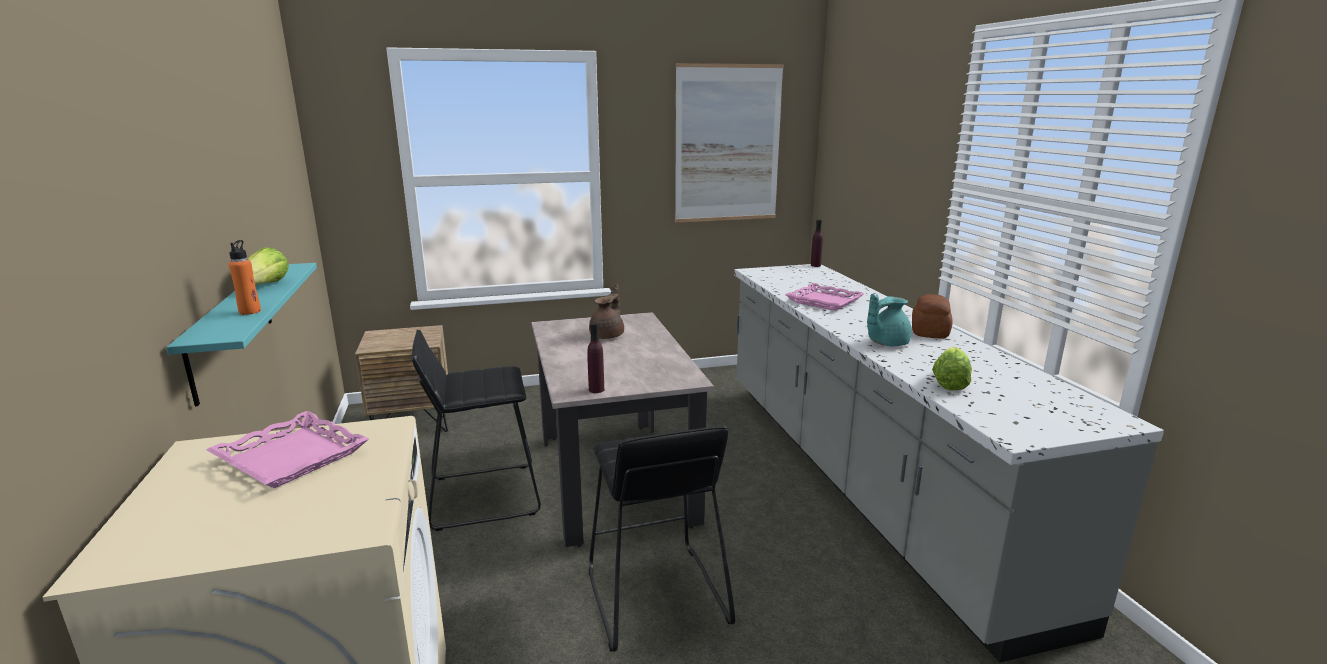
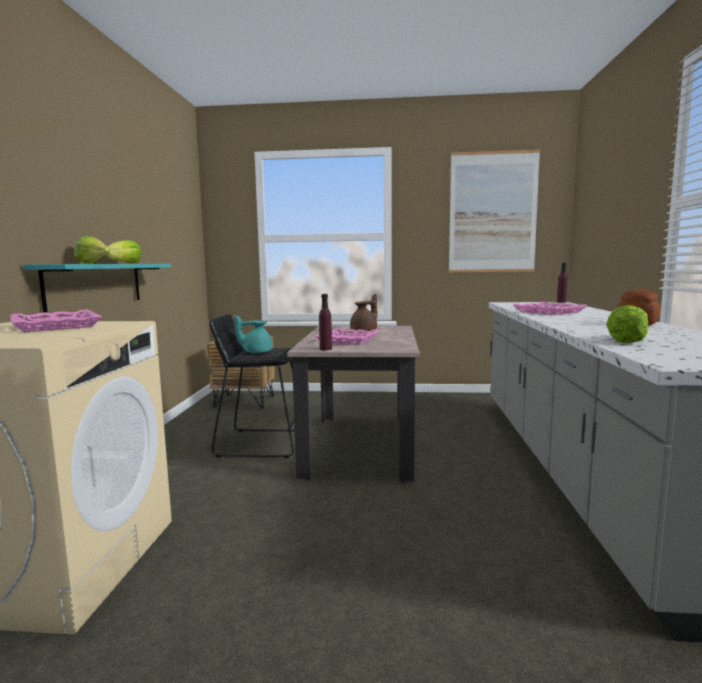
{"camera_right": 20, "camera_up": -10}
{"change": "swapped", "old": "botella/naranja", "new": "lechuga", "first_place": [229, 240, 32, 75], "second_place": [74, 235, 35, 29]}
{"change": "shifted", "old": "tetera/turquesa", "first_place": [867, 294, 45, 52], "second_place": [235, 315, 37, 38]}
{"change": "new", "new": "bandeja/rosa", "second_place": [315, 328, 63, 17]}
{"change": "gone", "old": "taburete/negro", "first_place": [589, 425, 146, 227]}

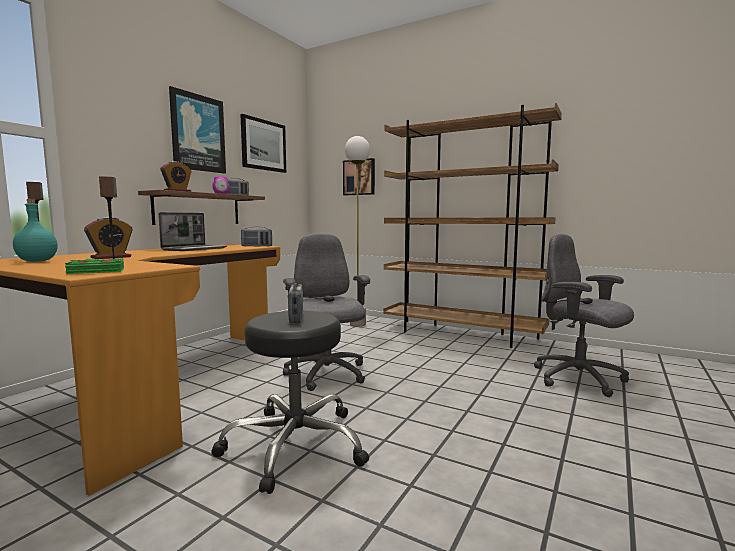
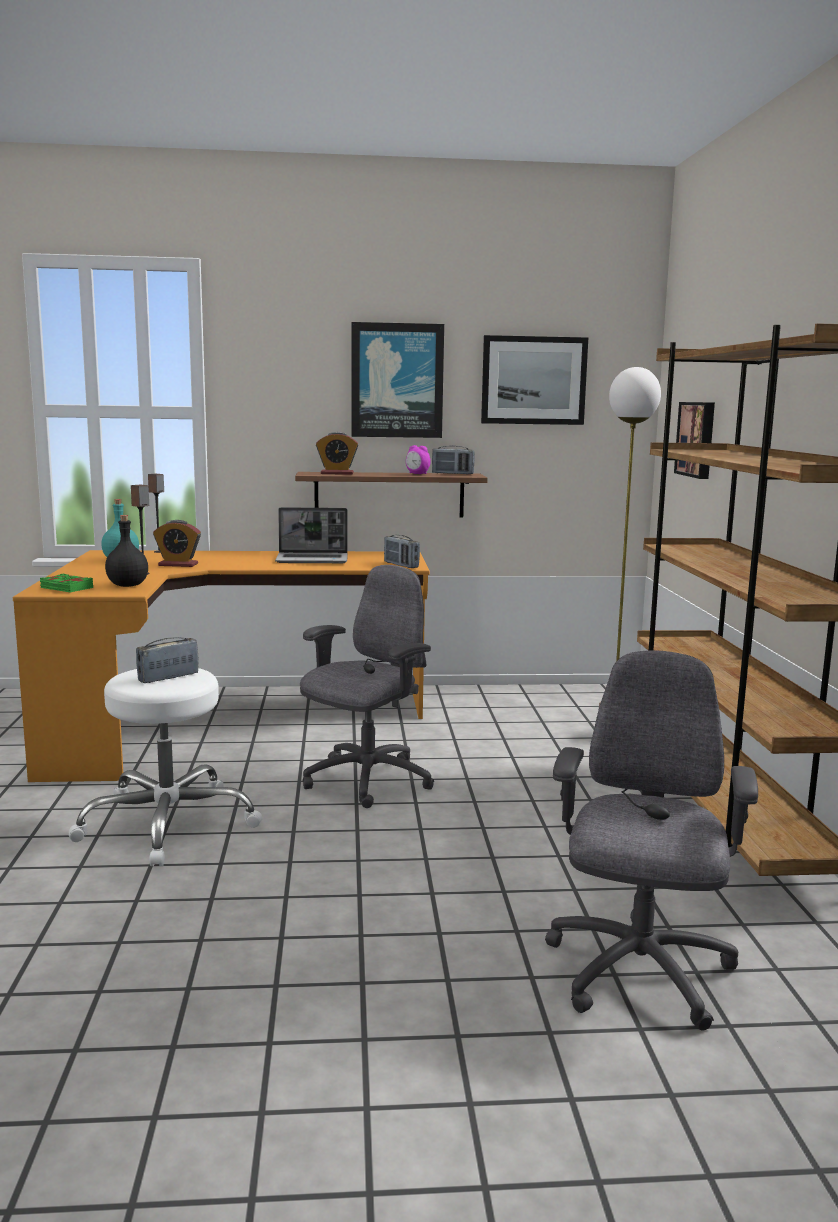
{"camera_right": 55, "camera_up": 5}
{"change": "repainted", "old": "taburete/negro", "new": "taburete/blanco", "first_place": [211, 311, 158, 183], "second_place": [69, 668, 194, 198]}
{"change": "new", "new": "botella/negro", "second_place": [105, 515, 43, 72]}

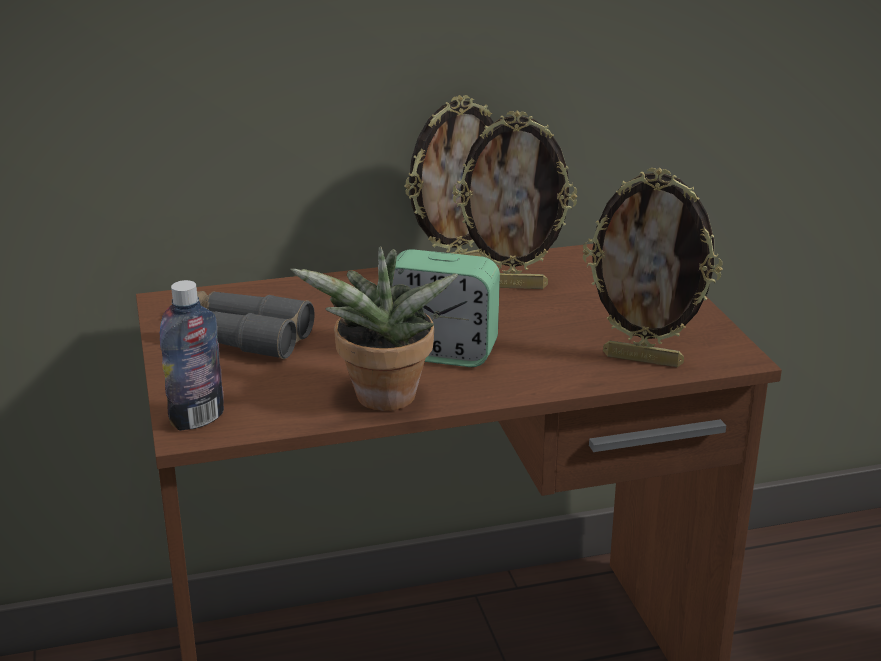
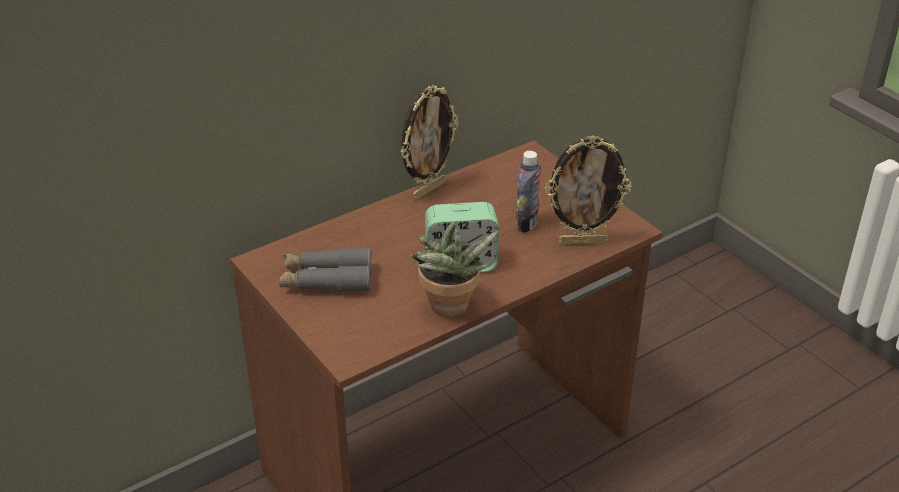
{"camera_right": -20, "camera_up": 10}
{"change": "shifted", "old": "botella", "first_place": [160, 280, 64, 151], "second_place": [516, 151, 25, 82]}
{"change": "gone", "old": "portarretratos", "first_place": [452, 110, 125, 179]}

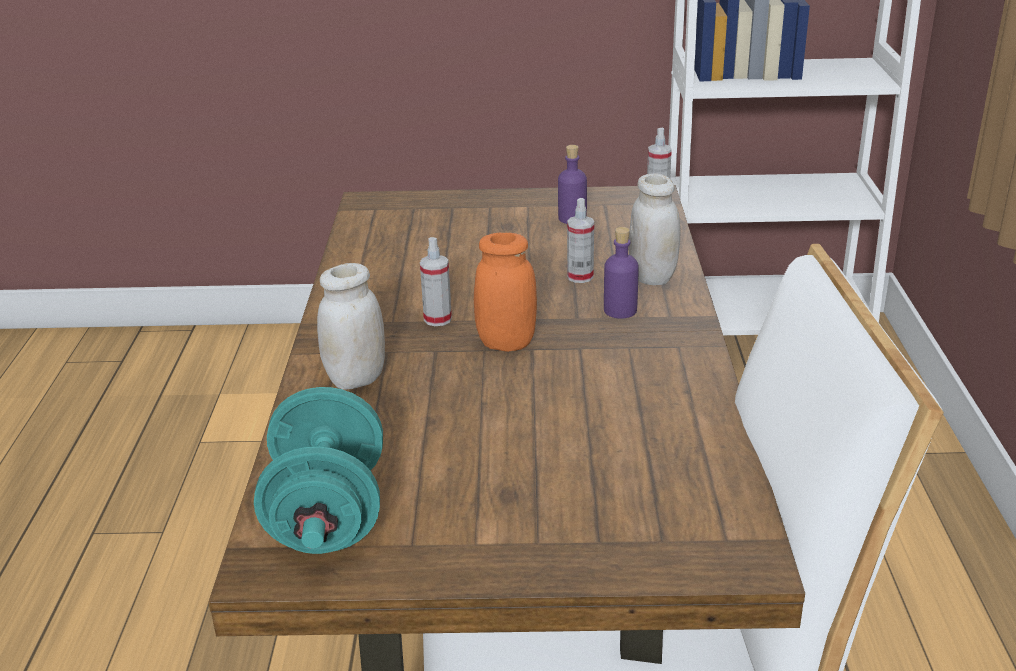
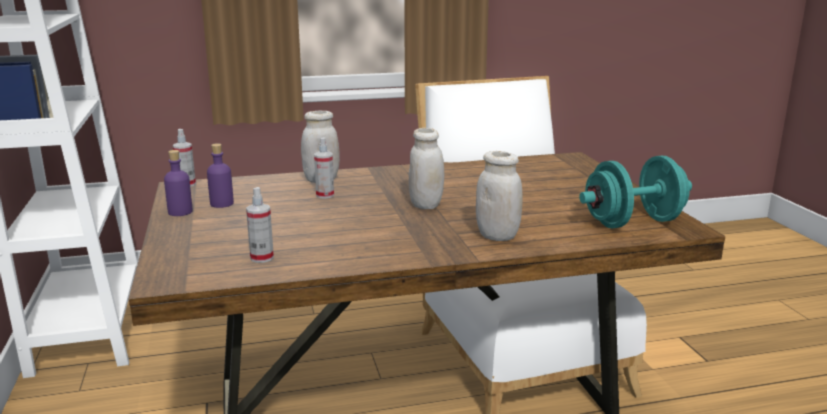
{"camera_right": -105, "camera_up": -10}
{"change": "shifted", "old": "botella/morado", "first_place": [604, 227, 35, 92], "second_place": [164, 150, 29, 66]}
{"change": "shifted", "old": "pulverizador", "first_place": [420, 237, 32, 89], "second_place": [246, 187, 28, 76]}
{"change": "repainted", "old": "tarro/naranja", "new": "tarro/blanco", "first_place": [474, 233, 63, 119], "second_place": [409, 128, 35, 81]}

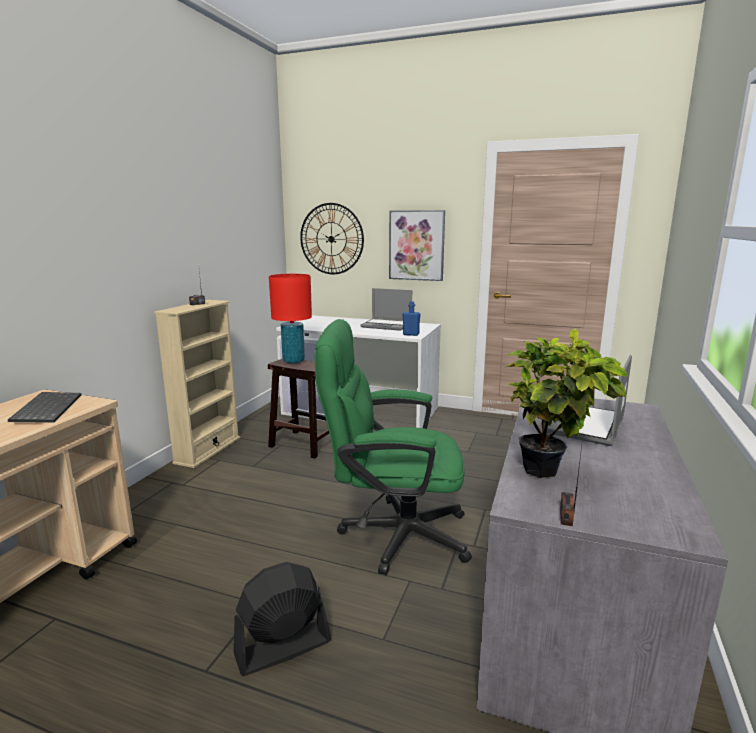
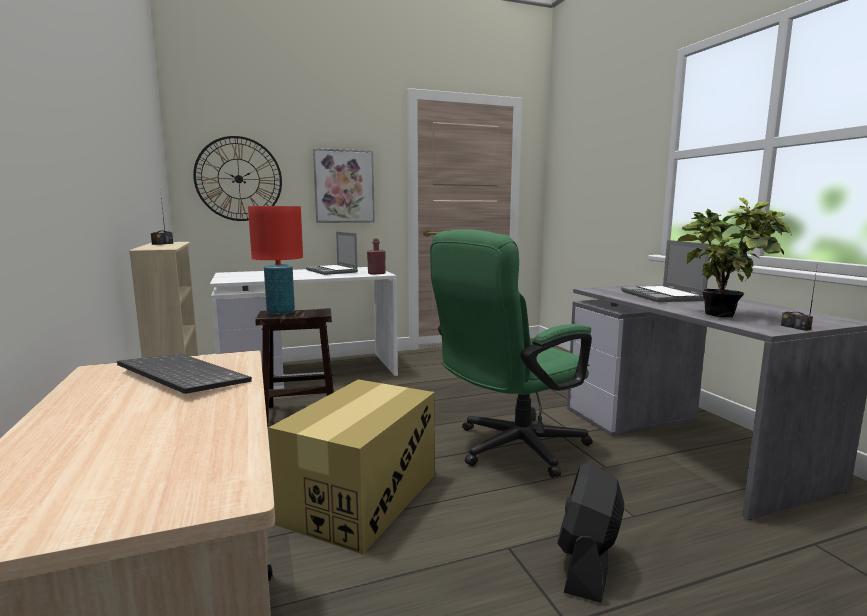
{"camera_right": -40, "camera_up": -5}
{"change": "new", "new": "caja de cartón", "second_place": [268, 379, 167, 176]}
{"change": "rotated", "old": "portátil", "first_place": [360, 288, 52, 43], "second_place": [306, 232, 52, 43], "degrees": 75}
{"change": "repainted", "old": "botella/azul", "new": "botella/rojo", "first_place": [403, 301, 18, 35], "second_place": [367, 238, 19, 37]}

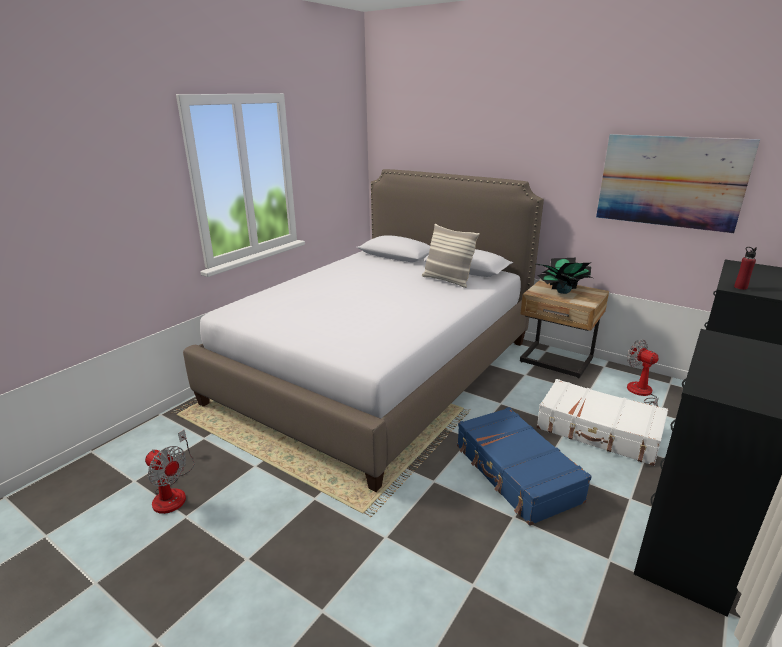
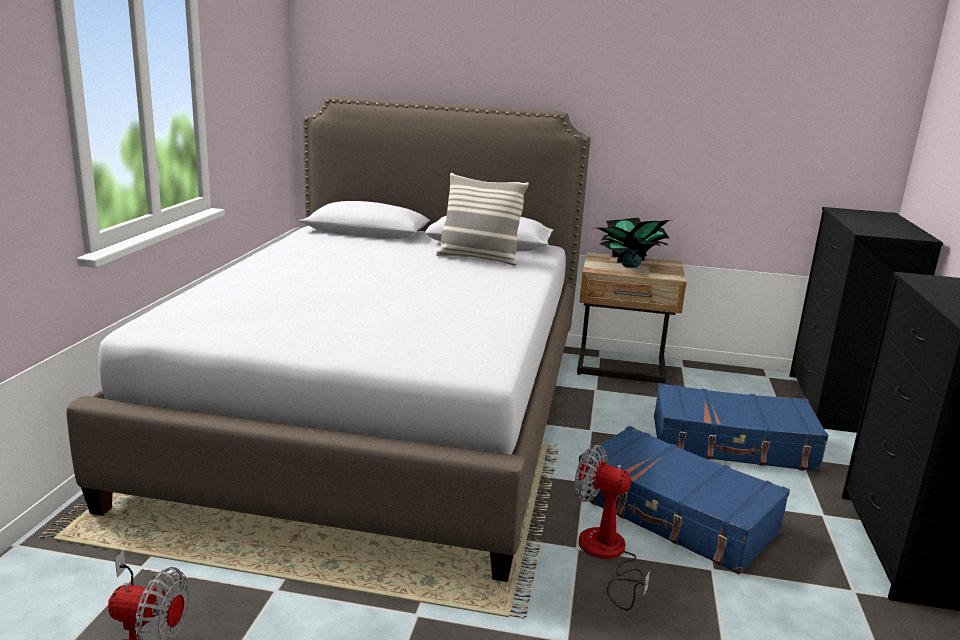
{"camera_right": -25, "camera_up": -5}
{"change": "shifted", "old": "ventilador", "first_place": [627, 339, 32, 67], "second_place": [575, 444, 76, 167]}
{"change": "repainted", "old": "maleta/blanco", "new": "maleta/azul", "first_place": [536, 379, 132, 87], "second_place": [654, 383, 174, 89]}
{"change": "gone", "old": "cuadro", "first_place": [596, 134, 164, 99]}
{"change": "gone", "old": "botella/rojo", "first_place": [734, 247, 23, 43]}

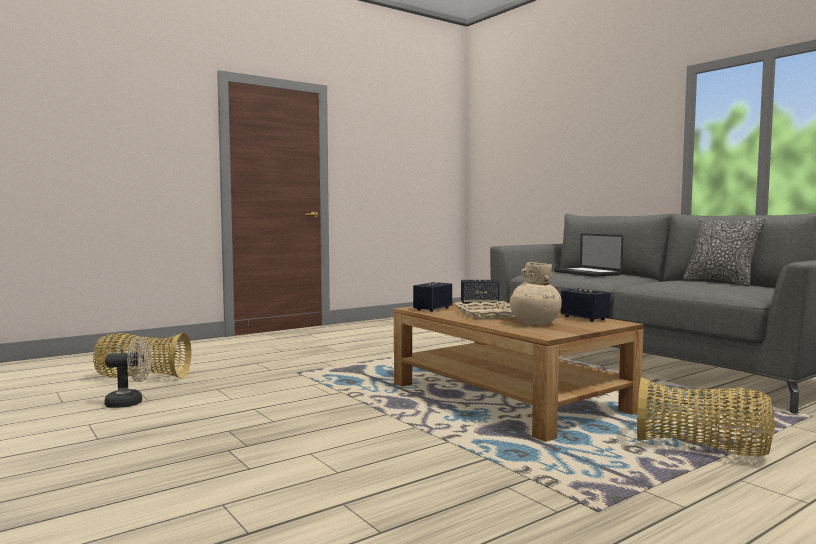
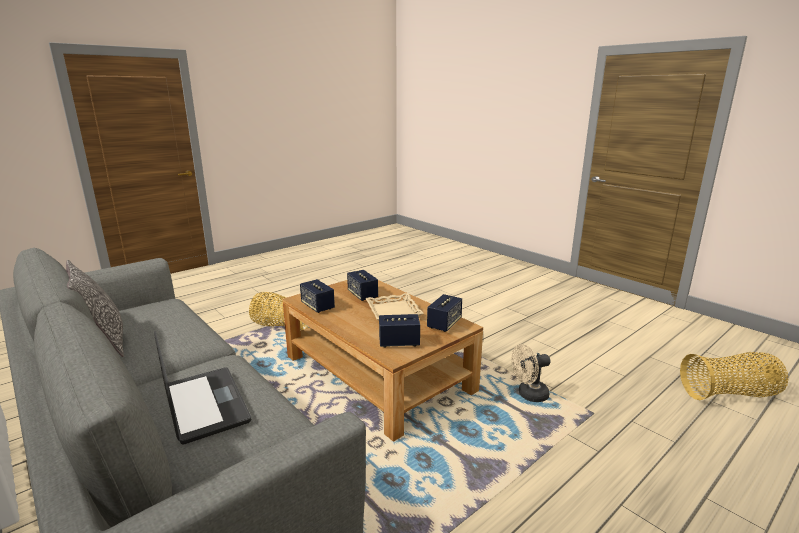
{"camera_right": 175, "camera_up": 15}
{"change": "swapped", "old": "florero/beis", "new": "altavoz", "first_place": [510, 262, 52, 63], "second_place": [347, 270, 31, 31]}
{"change": "shifted", "old": "ventilador/beis", "first_place": [105, 337, 47, 71], "second_place": [511, 344, 39, 58]}

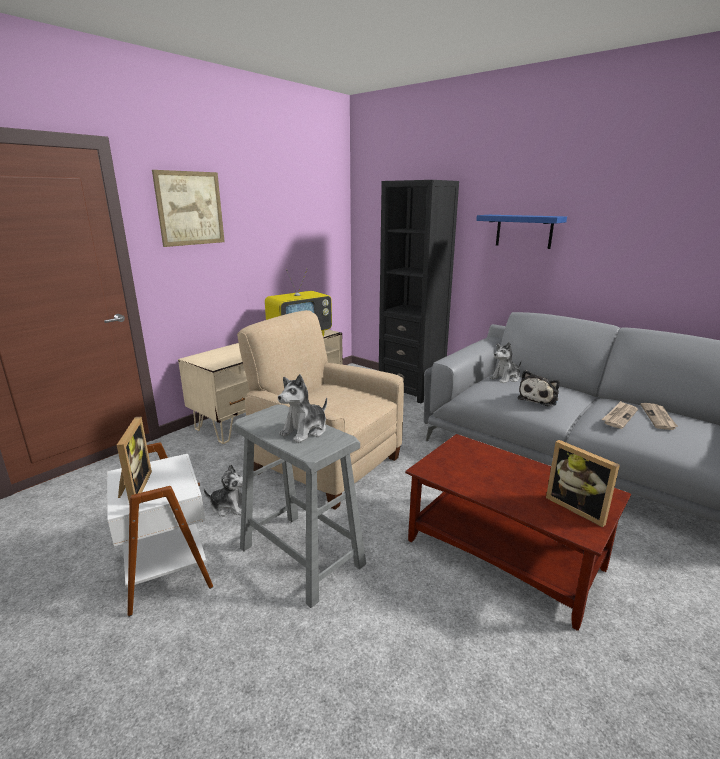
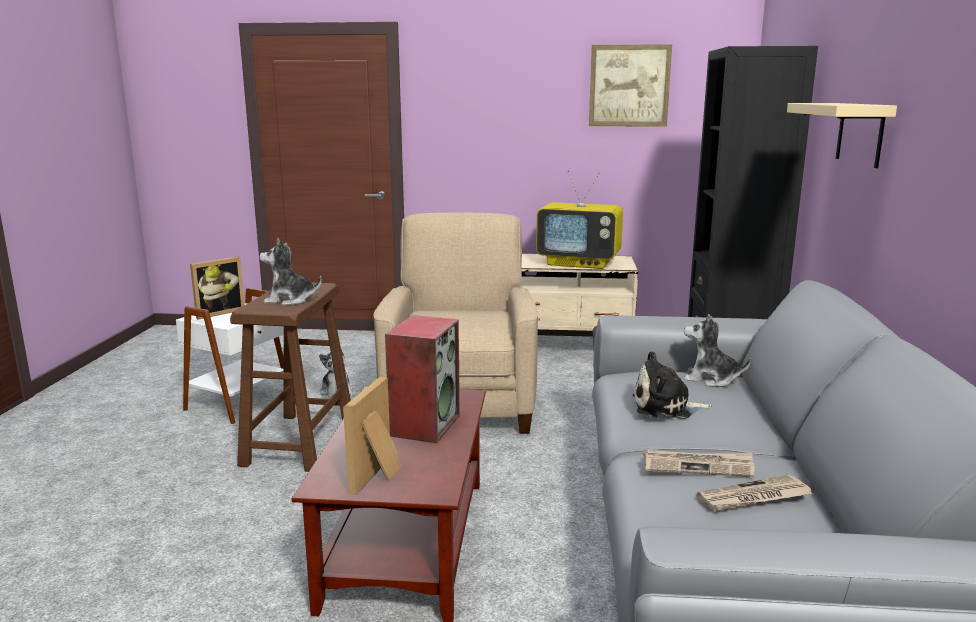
{"camera_right": 55, "camera_up": -5}
{"change": "repainted", "old": "taburete/gris", "new": "taburete/marrón", "first_place": [232, 404, 134, 204], "second_place": [230, 282, 121, 190]}
{"change": "new", "new": "altavoz", "second_place": [385, 315, 75, 128]}
{"change": "shifted", "old": "cuadro", "first_place": [152, 170, 73, 77], "second_place": [589, 44, 83, 83]}
{"change": "repainted", "old": "estante/azul", "new": "estante/beis", "first_place": [476, 215, 91, 34], "second_place": [787, 103, 110, 65]}

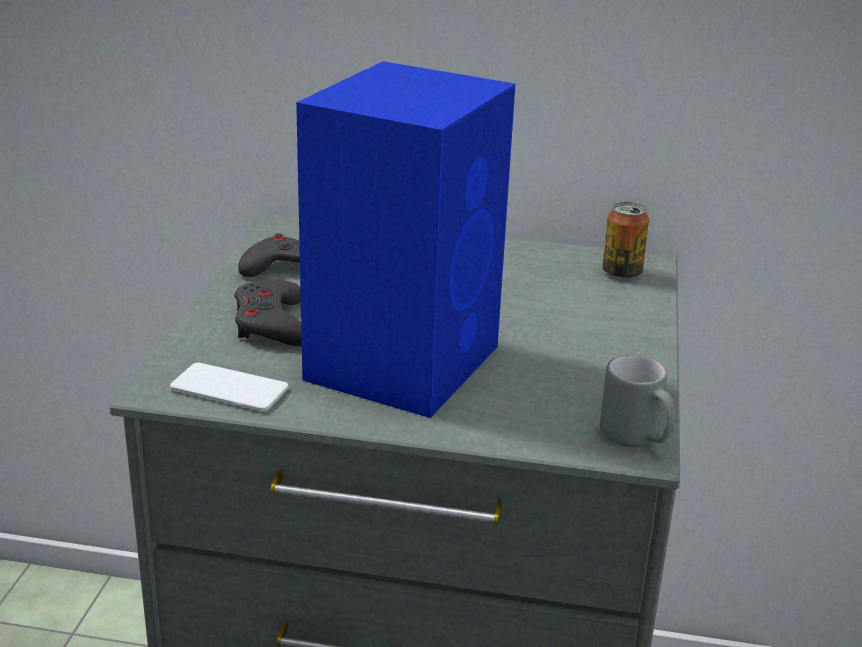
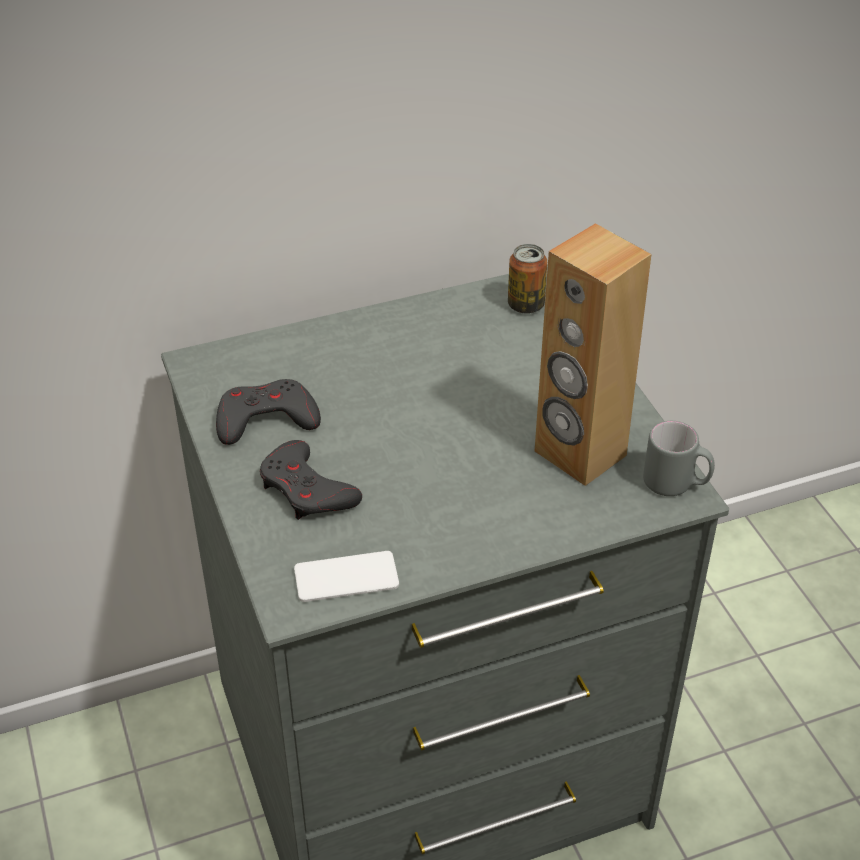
{"camera_right": -30, "camera_up": 15}
{"change": "new", "new": "altavoz/marrón", "second_place": [535, 223, 116, 263]}
{"change": "gone", "old": "altavoz/azul", "first_place": [296, 61, 219, 357]}

